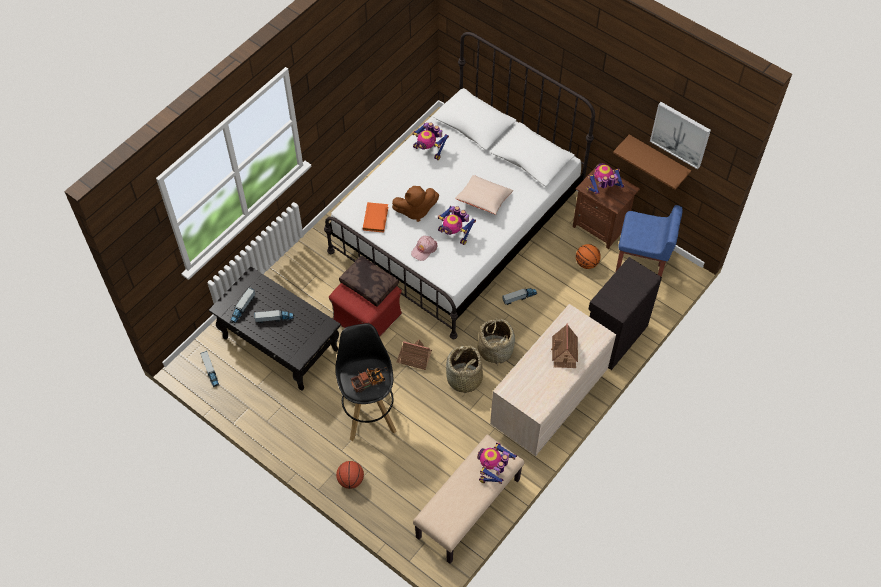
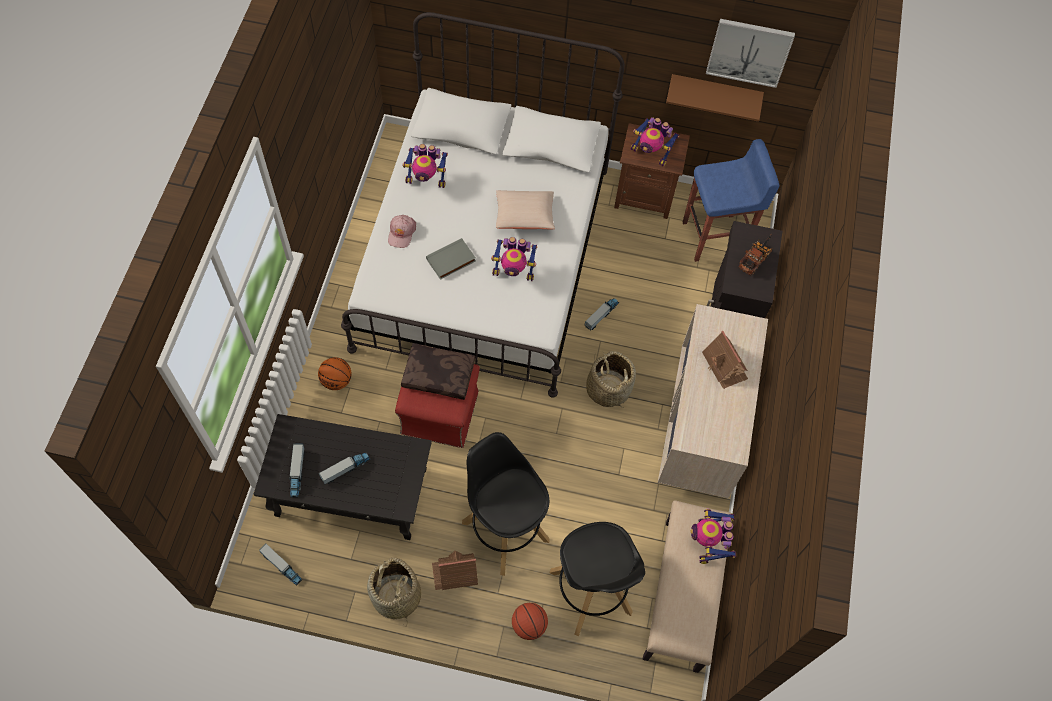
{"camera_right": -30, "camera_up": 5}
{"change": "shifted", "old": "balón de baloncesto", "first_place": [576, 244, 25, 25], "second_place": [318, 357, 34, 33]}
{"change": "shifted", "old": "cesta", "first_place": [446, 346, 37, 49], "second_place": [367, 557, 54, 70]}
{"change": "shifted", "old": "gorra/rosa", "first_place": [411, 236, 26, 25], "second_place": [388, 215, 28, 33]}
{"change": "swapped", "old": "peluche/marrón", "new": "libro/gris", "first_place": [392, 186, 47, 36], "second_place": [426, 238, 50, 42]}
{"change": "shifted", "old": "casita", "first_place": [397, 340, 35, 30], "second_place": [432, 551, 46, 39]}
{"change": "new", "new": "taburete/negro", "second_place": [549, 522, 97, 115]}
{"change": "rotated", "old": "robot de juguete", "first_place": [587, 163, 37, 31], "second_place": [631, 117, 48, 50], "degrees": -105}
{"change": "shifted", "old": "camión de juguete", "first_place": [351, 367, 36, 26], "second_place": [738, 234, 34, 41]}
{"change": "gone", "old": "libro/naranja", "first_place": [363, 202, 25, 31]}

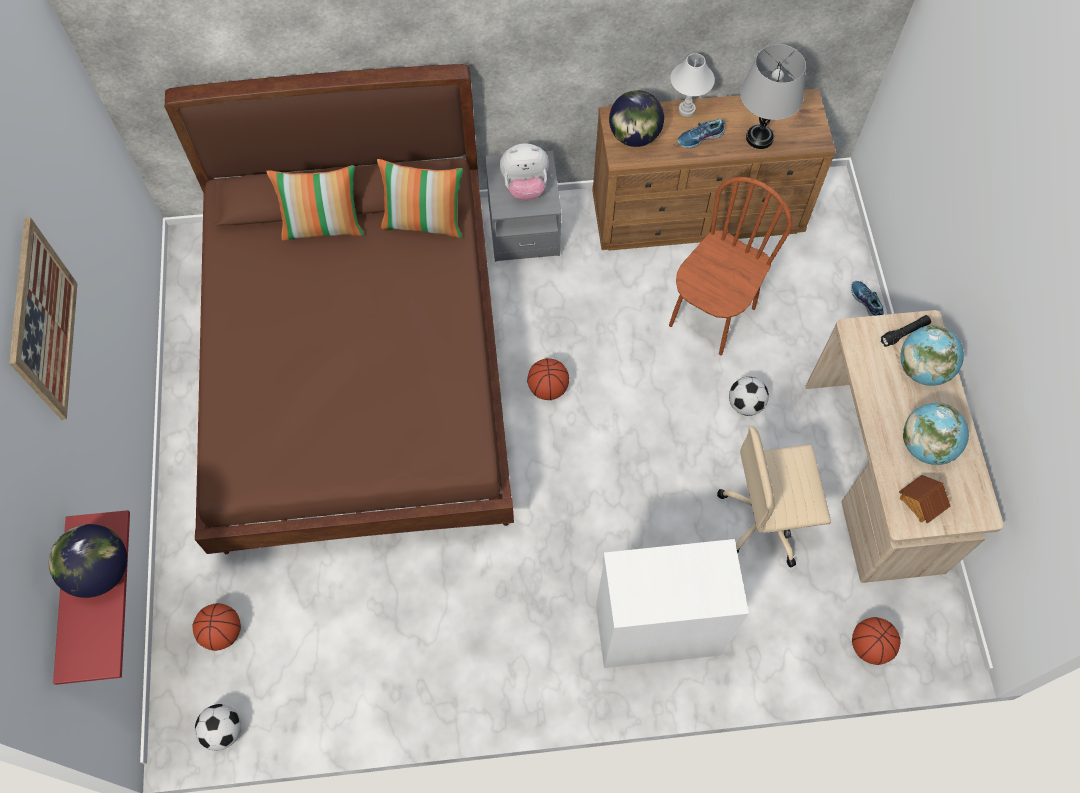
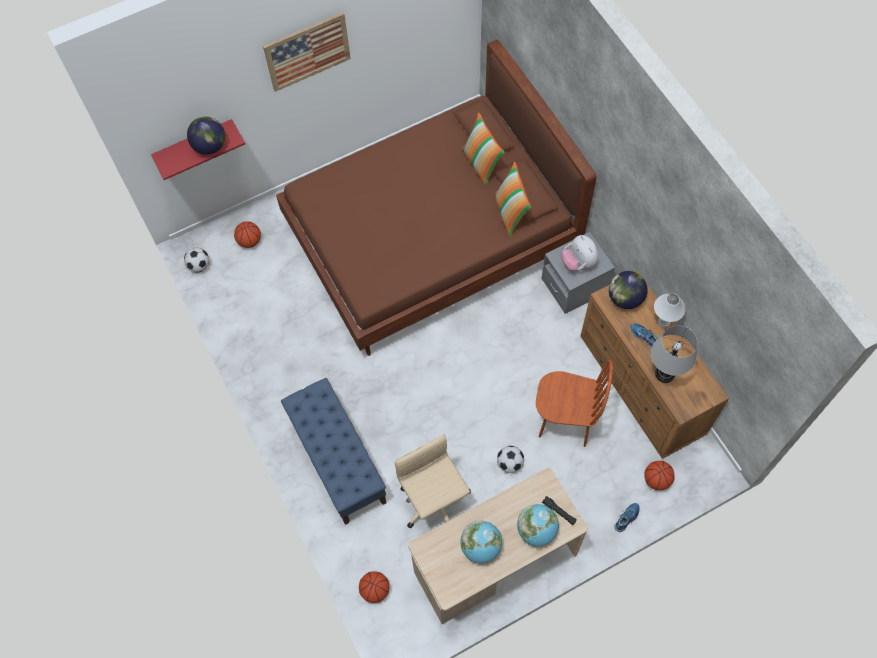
{"camera_right": 70, "camera_up": 0}
{"change": "swapped", "old": "armario/blanco", "new": "banco/azul", "first_place": [596, 539, 153, 129], "second_place": [281, 378, 106, 147]}
{"change": "shifted", "old": "balón de baloncesto", "first_place": [527, 358, 42, 42], "second_place": [644, 461, 31, 29]}
{"change": "gone", "old": "casita", "first_place": [899, 475, 51, 48]}

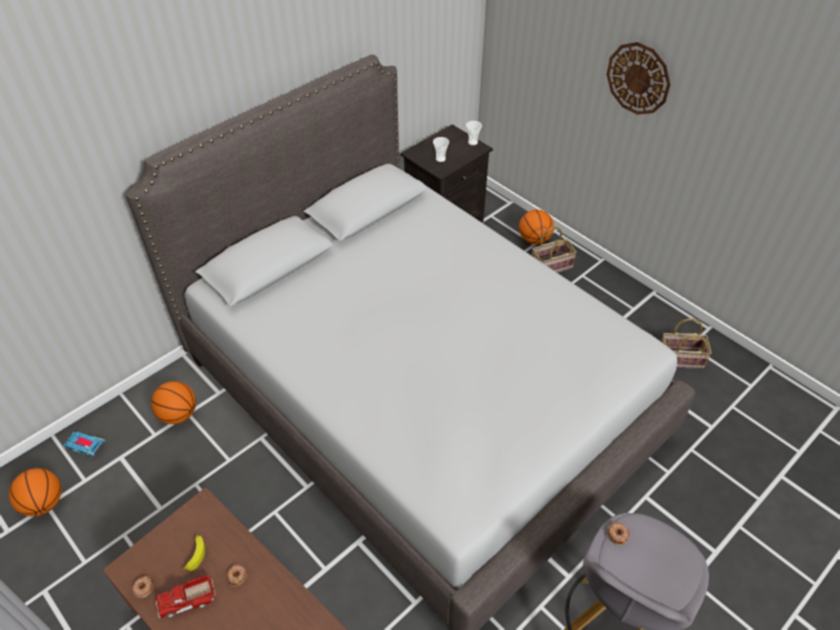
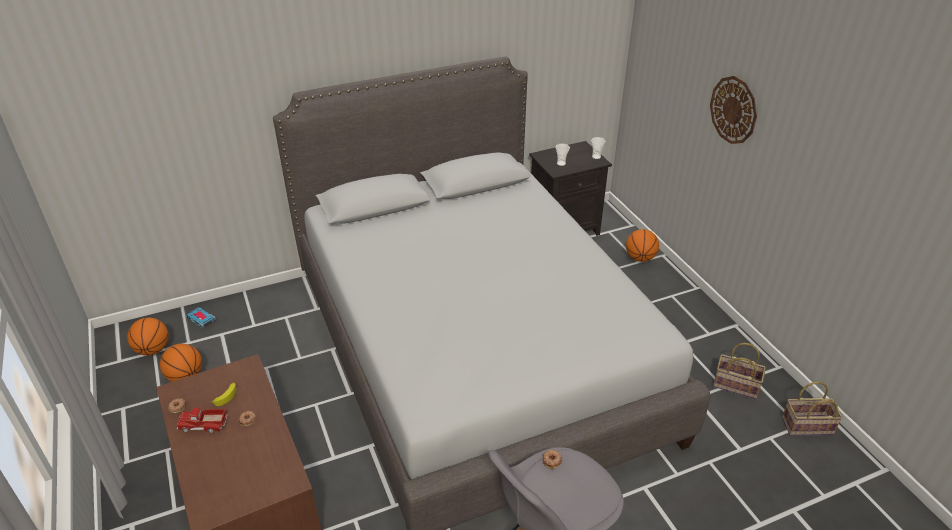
{"camera_right": 20, "camera_up": -10}
{"change": "shifted", "old": "balón de baloncesto", "first_place": [151, 381, 45, 43], "second_place": [160, 344, 42, 38]}
{"change": "shifted", "old": "cesta", "first_place": [532, 227, 45, 46], "second_place": [782, 381, 61, 55]}

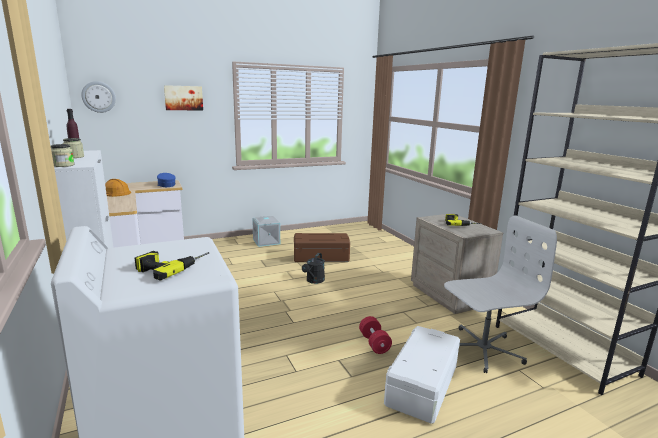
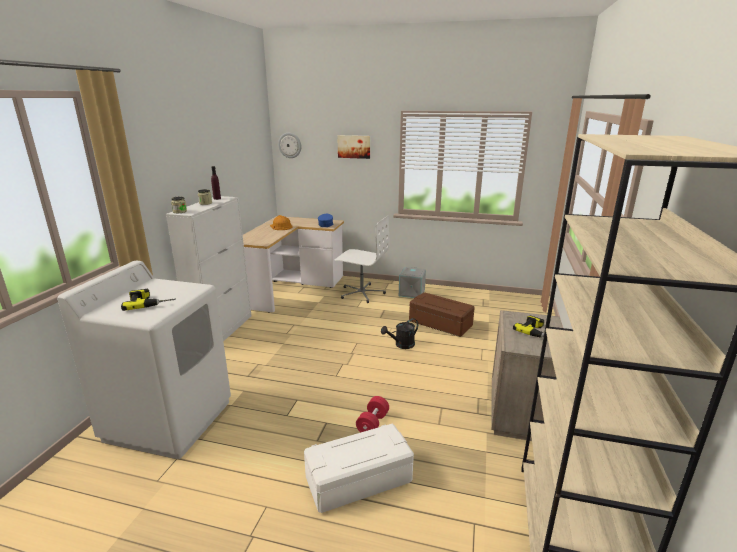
{"camera_right": 40, "camera_up": 5}
{"change": "shifted", "old": "silla de oficina/blanco", "first_place": [444, 215, 113, 158], "second_place": [335, 215, 54, 88]}

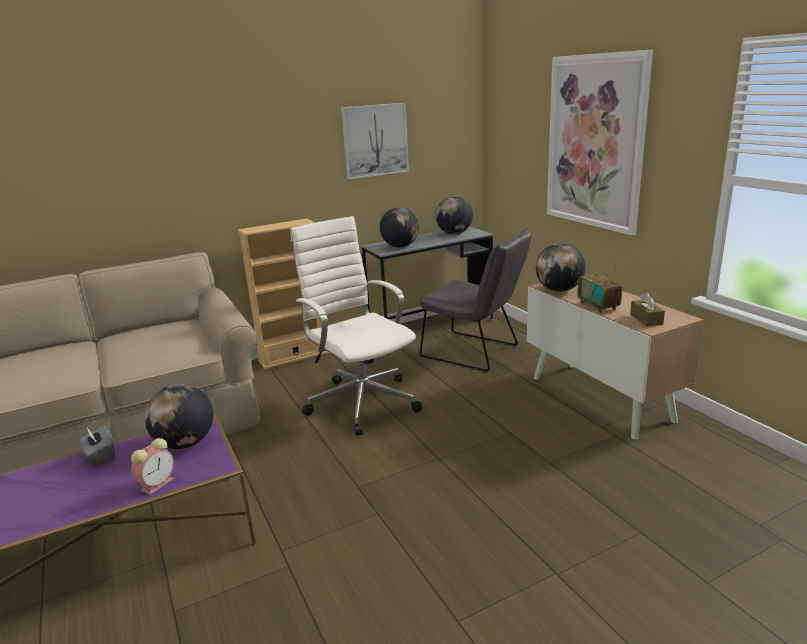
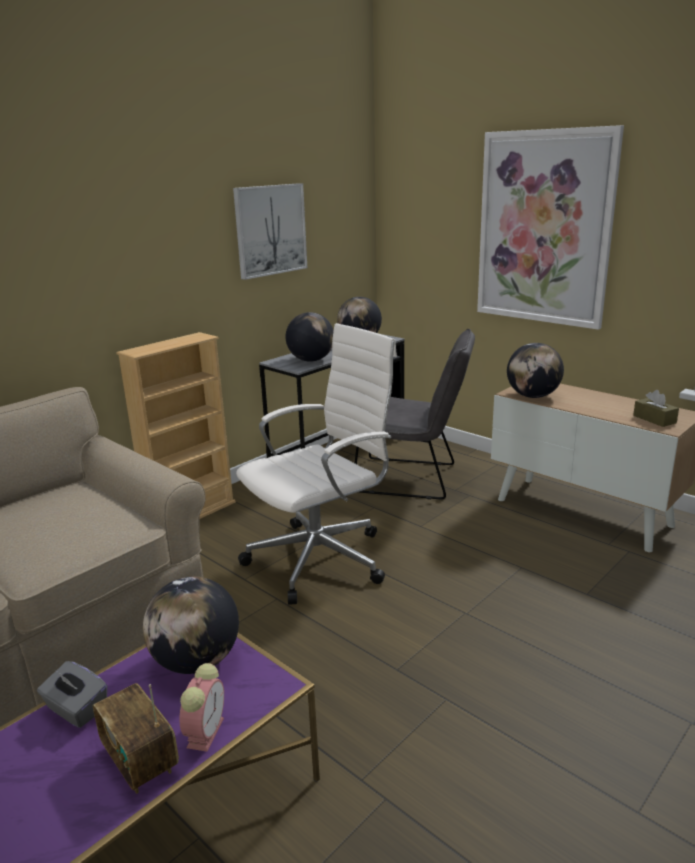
{"camera_right": -20, "camera_up": 0}
{"change": "shifted", "old": "radio", "first_place": [577, 260, 45, 54], "second_place": [93, 683, 86, 111]}
{"change": "rotated", "old": "silla de oficina/blanco", "first_place": [290, 216, 132, 220], "second_place": [236, 323, 161, 282], "degrees": 105}

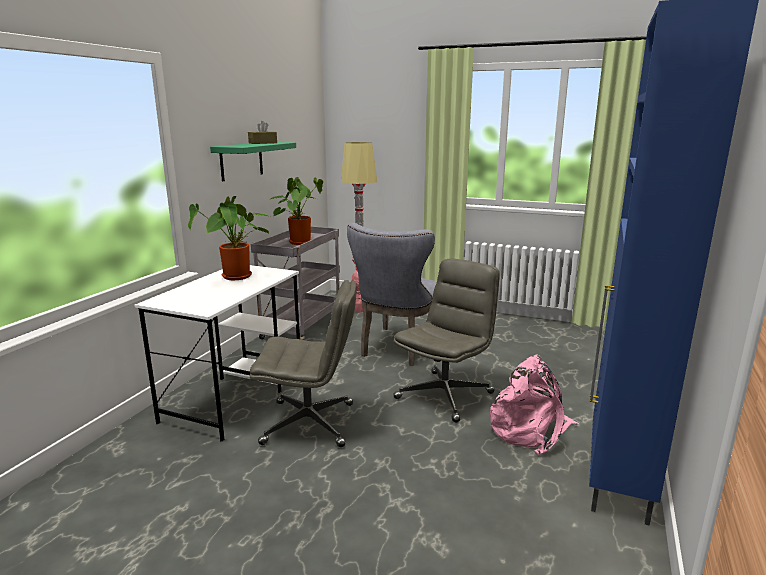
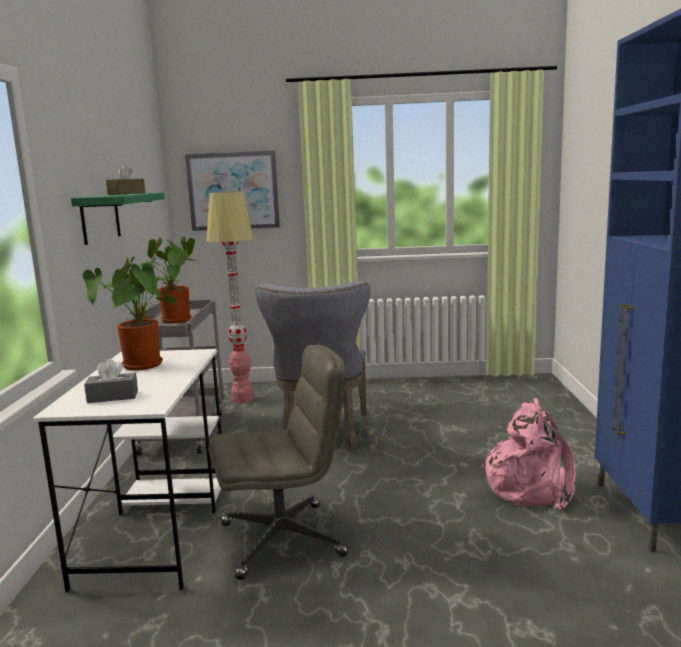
{"camera_right": -20, "camera_up": -5}
{"change": "new", "new": "caja de pañuelos/gris", "second_place": [84, 359, 54, 44]}
{"change": "new", "new": "cuadro", "second_place": [185, 151, 95, 80]}
{"change": "gone", "old": "silla de oficina/gris", "first_place": [393, 259, 107, 164]}

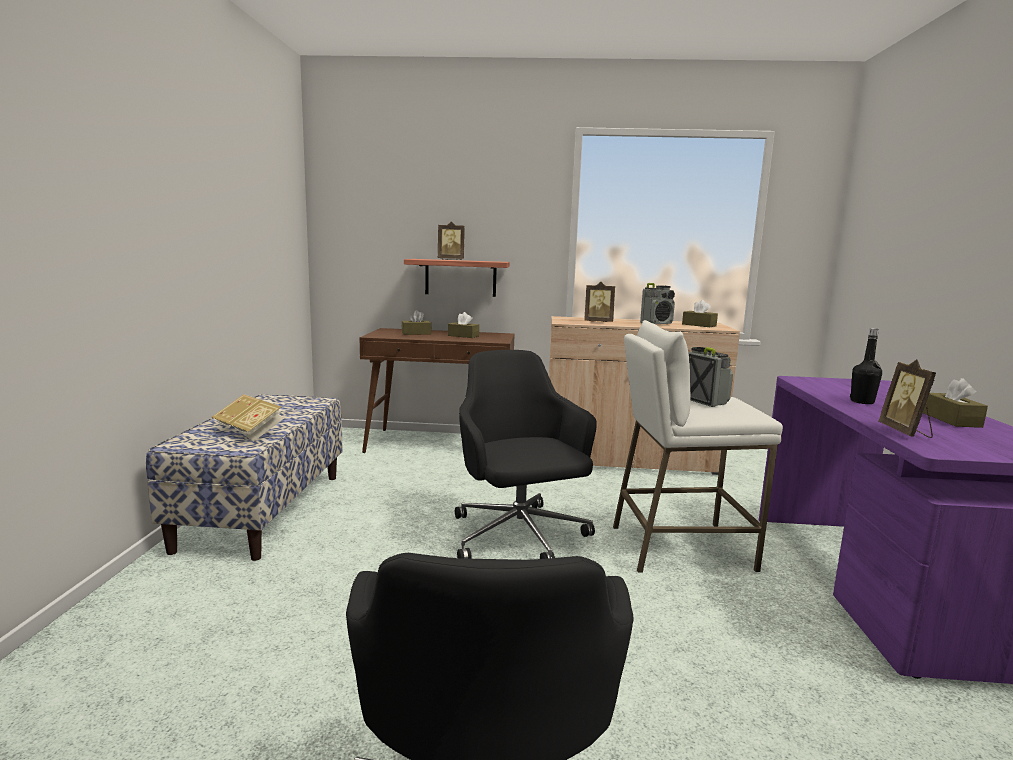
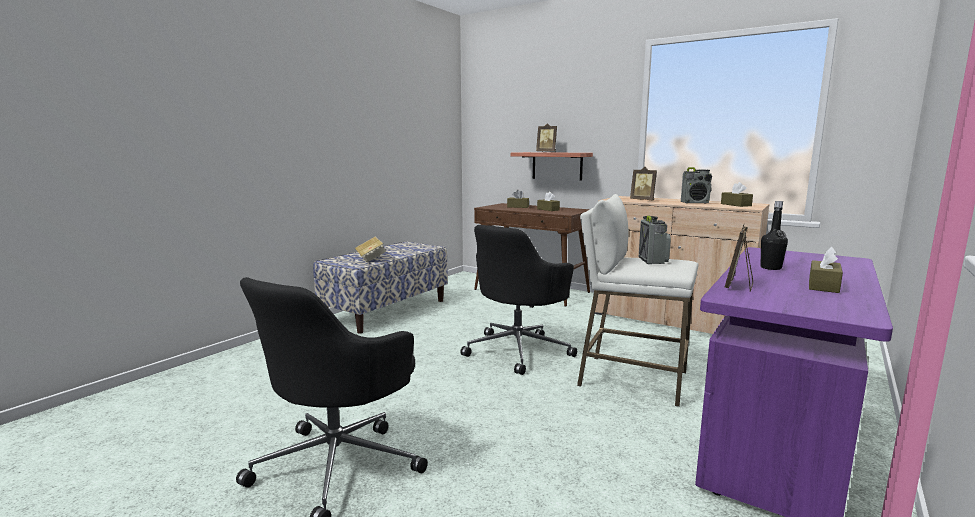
{"camera_right": 30, "camera_up": 0}
{"change": "rotated", "old": "silla de oficina/negro", "first_place": [455, 350, 142, 209], "second_place": [460, 225, 117, 150], "degrees": -150}

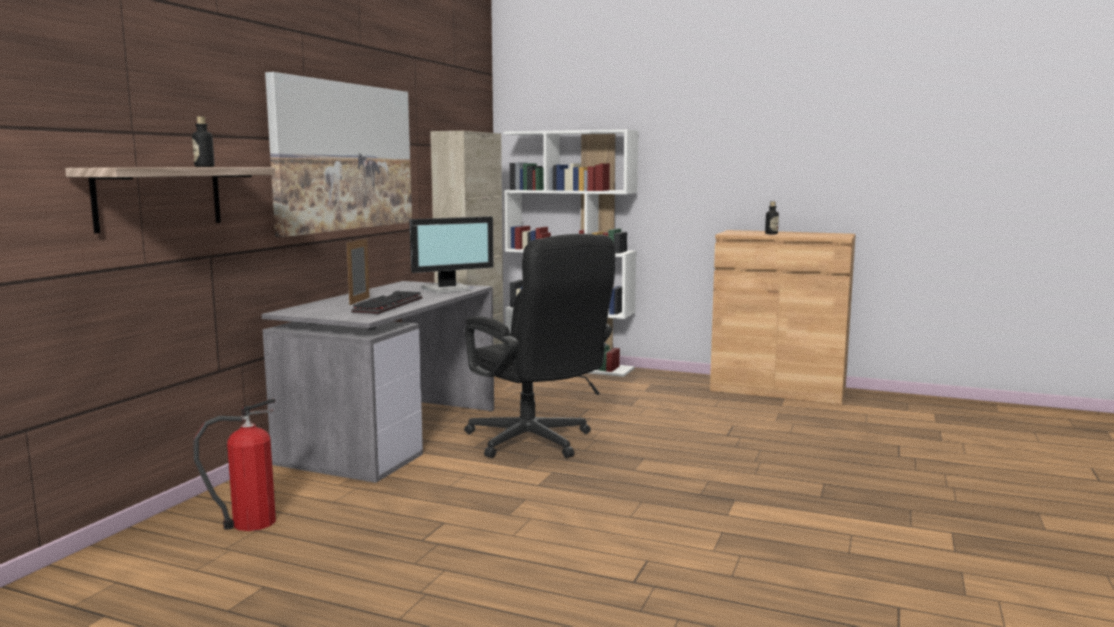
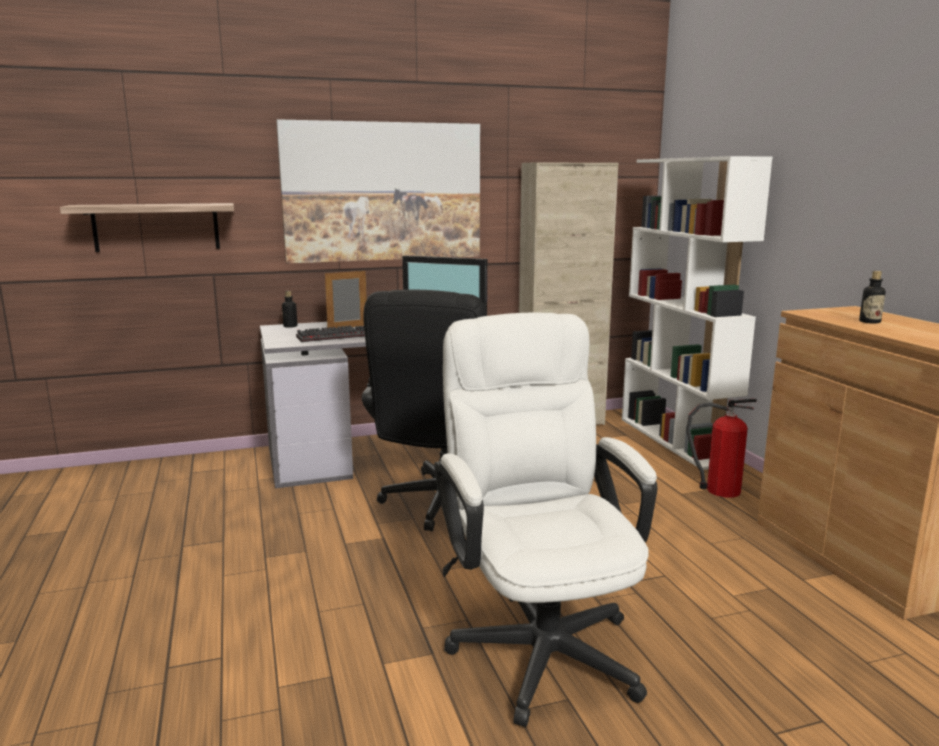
{"camera_right": 50, "camera_up": 5}
{"change": "shifted", "old": "botella", "first_place": [192, 116, 23, 51], "second_place": [282, 291, 15, 37]}
{"change": "new", "new": "silla de oficina/blanco", "second_place": [434, 313, 224, 414]}
{"change": "shifted", "old": "extintor", "first_place": [194, 399, 82, 132], "second_place": [686, 399, 71, 99]}

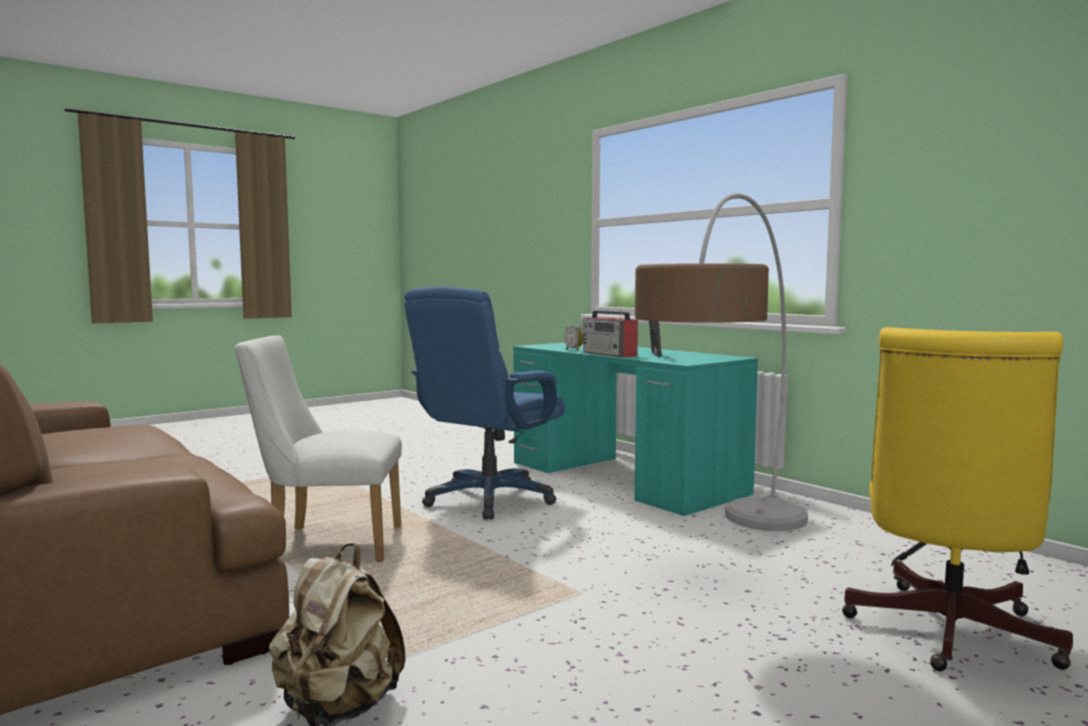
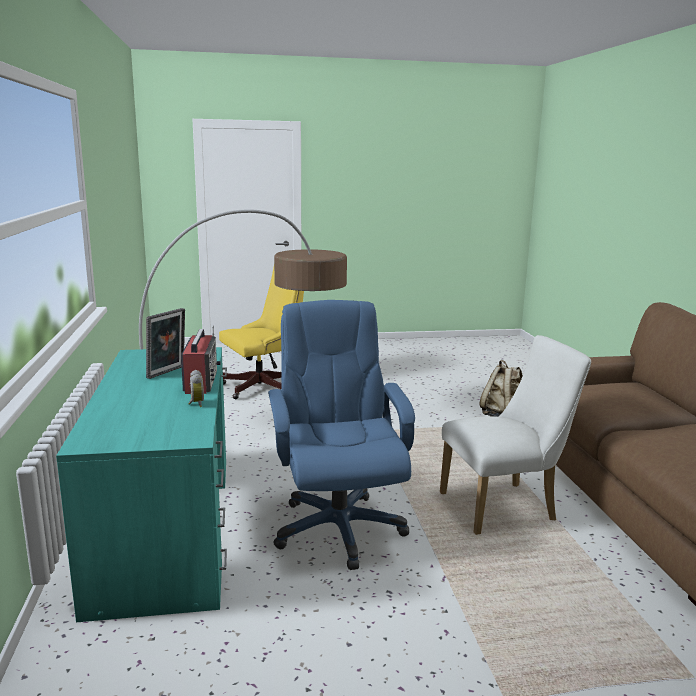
{"camera_right": -150, "camera_up": 10}
{"change": "rotated", "old": "silla de oficina/azul", "first_place": [404, 286, 161, 234], "second_place": [268, 300, 147, 270], "degrees": -75}
{"change": "rotated", "old": "silla/blanco", "first_place": [235, 335, 167, 227], "second_place": [440, 335, 151, 200], "degrees": -45}

